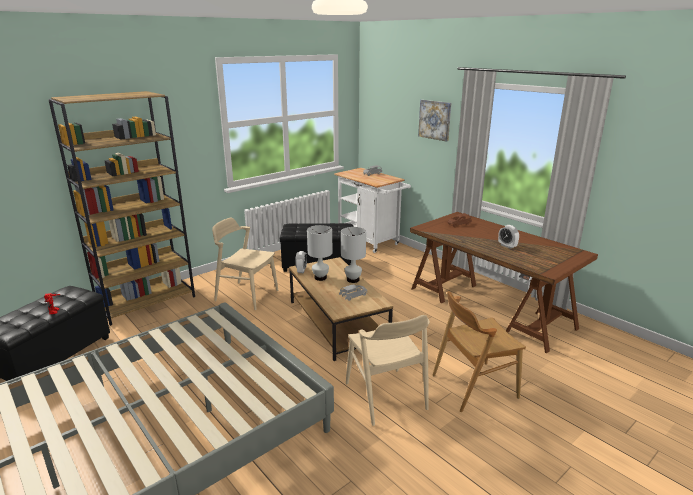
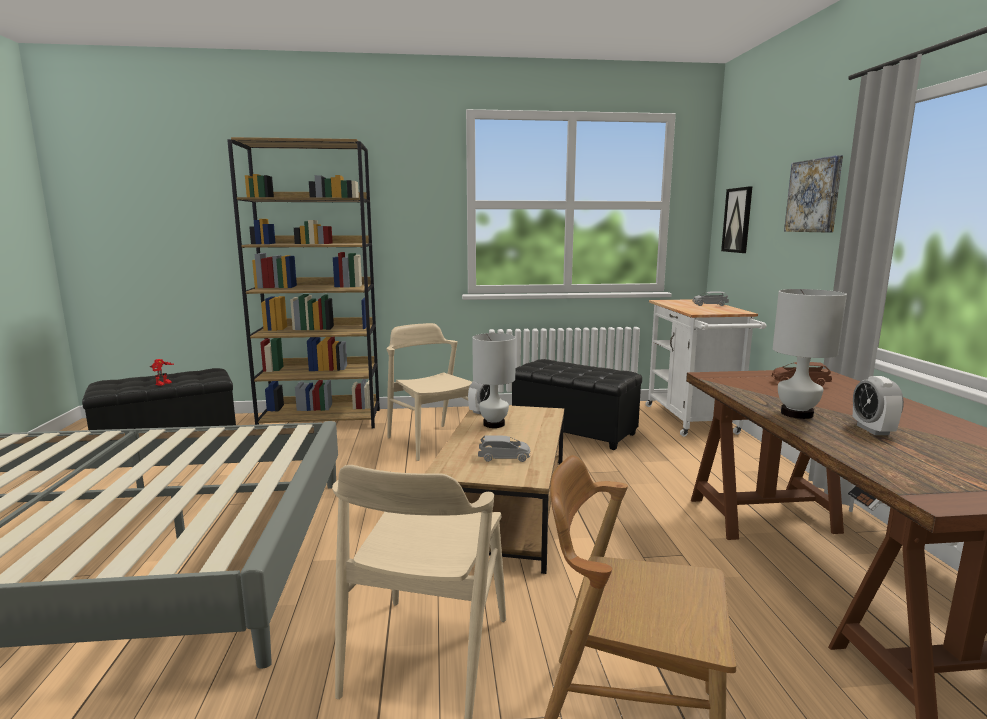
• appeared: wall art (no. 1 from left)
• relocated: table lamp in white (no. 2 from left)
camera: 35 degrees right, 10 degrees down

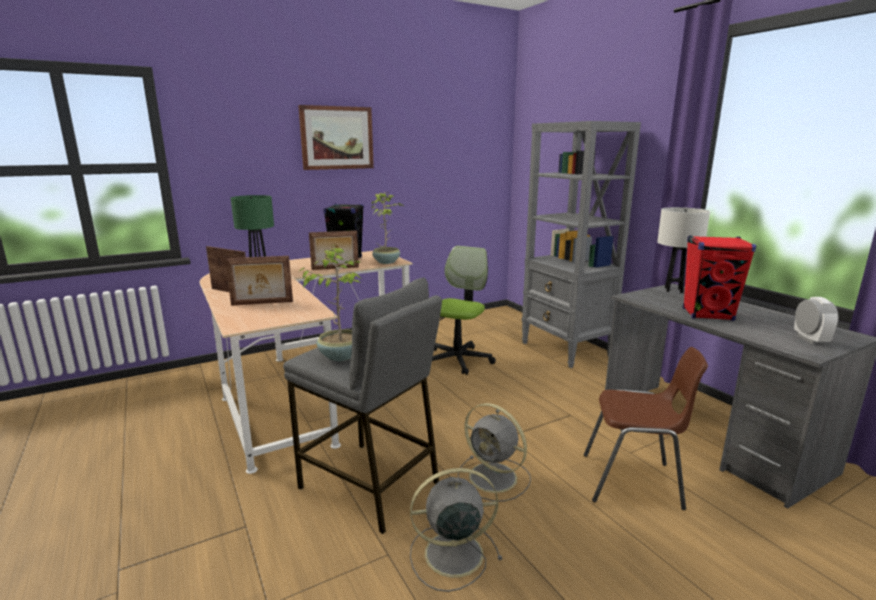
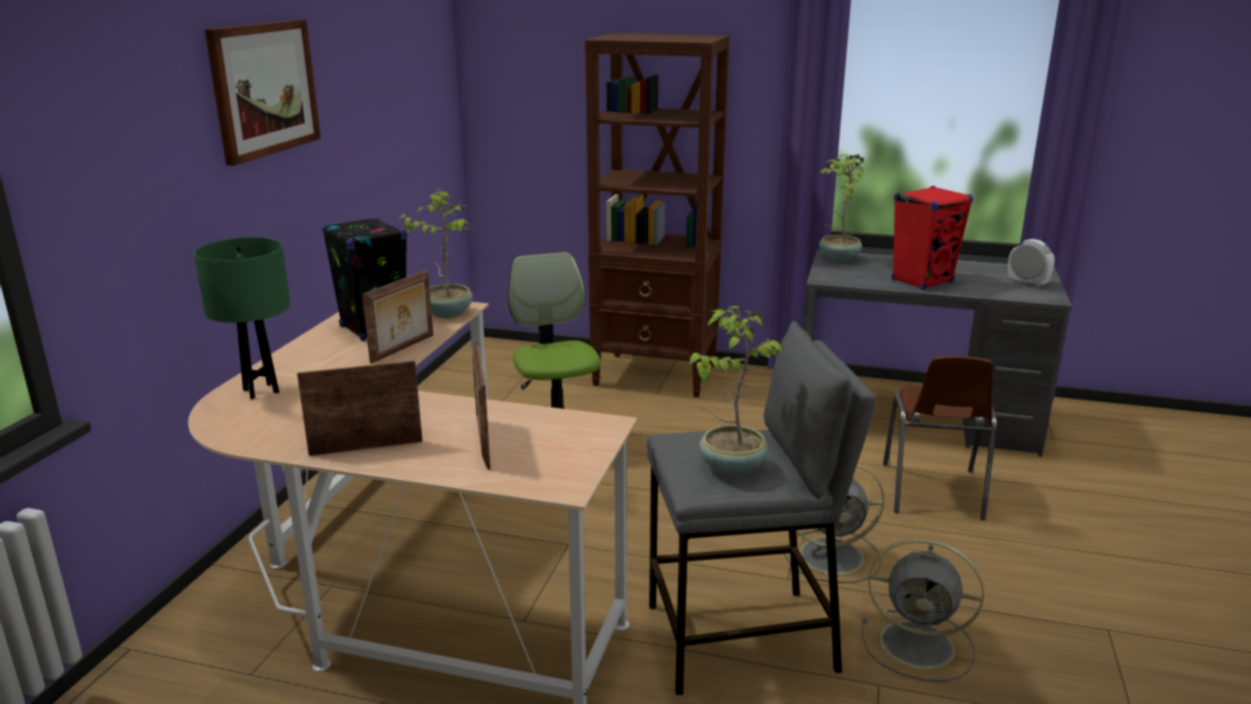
• spun: picture frame (no. 2 from left in the first image) 135 degrees clockwise
• colour: shelving unit in gray to shelving unit in brownish
• exchanged: table lamp in white to plant in a pot (no. 3 from left)
• spun: electric fan in gray (no. 1 from left in the first image) 105 degrees counterclockwise
• spun: plain chair in brownish 135 degrees clockwise
camera: 45 degrees left, 5 degrees up

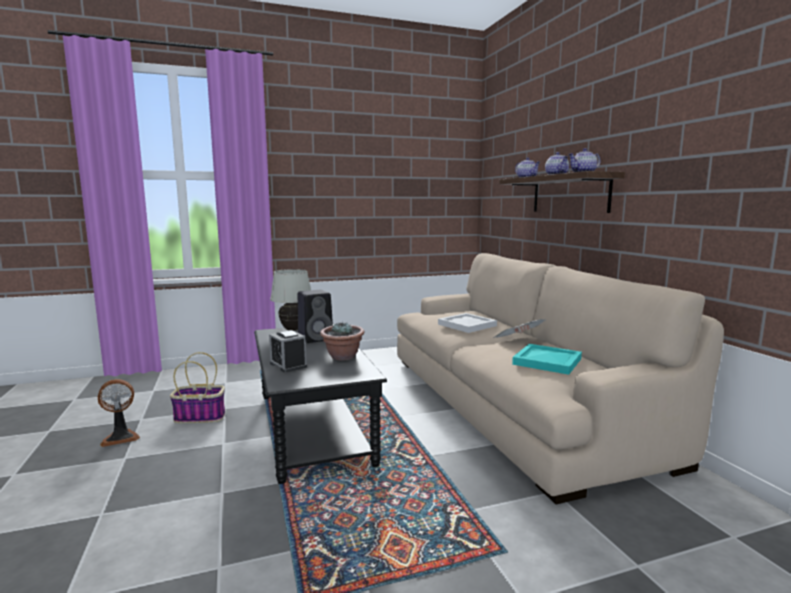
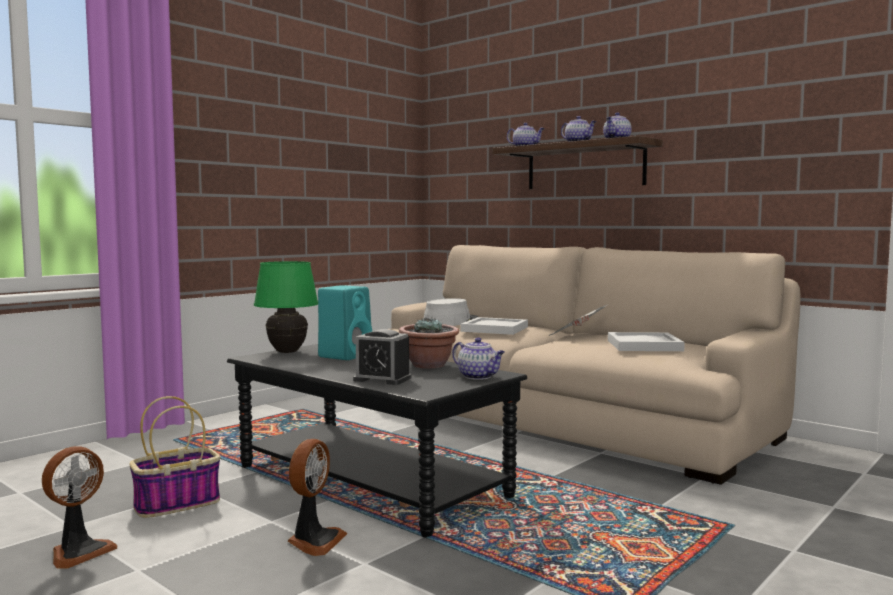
• colour: table lamp in white to table lamp in greenish
• appeared: electric fan (no. 2 from left)
• colour: loudspeaker in black-coloured to loudspeaker in blue-green
• appeared: wearable hat in gray
• appeared: tea pot (no. 1 from left)
• colour: carrying tray in blue-green to carrying tray in white (no. 2 from left)
camera: 30 degrees left, 5 degrees down

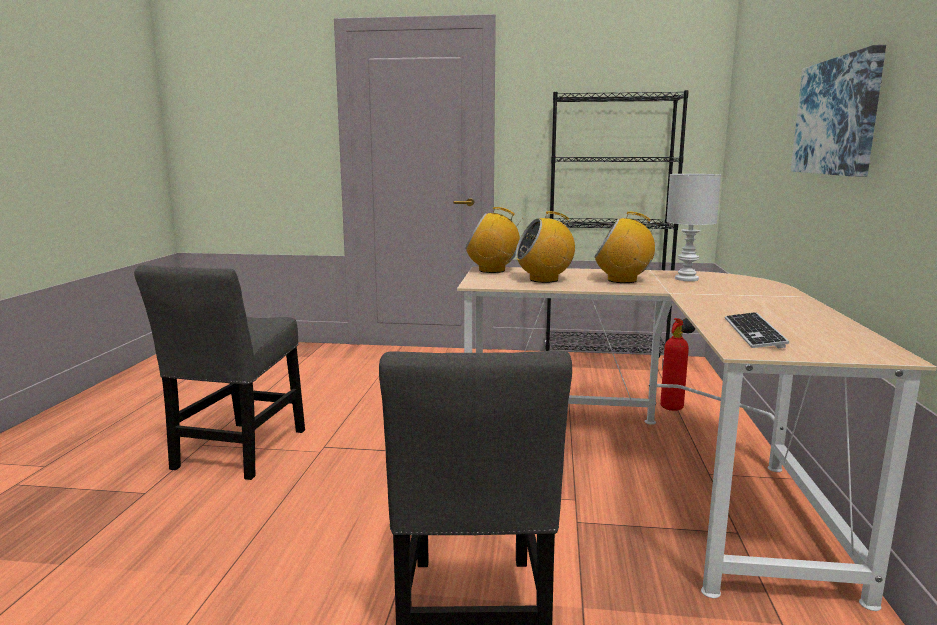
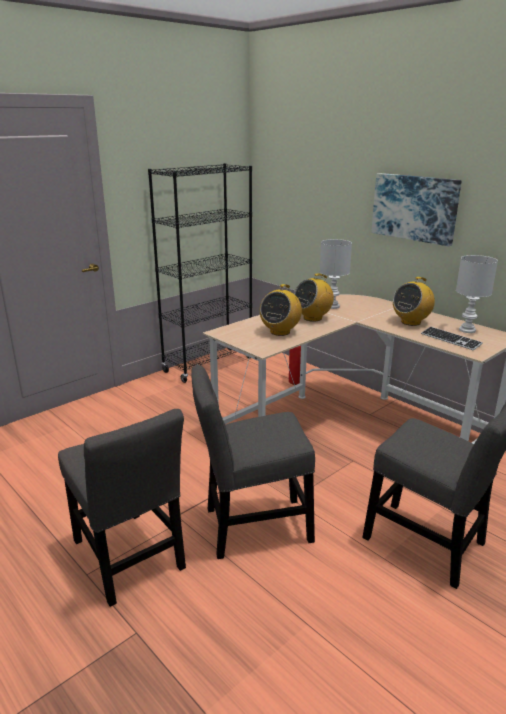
• appeared: plain chair in gray (no. 2 from left)
• relocated: radio set (no. 1 from left in the first image) to radio set (no. 3 from left)
• appeared: table lamp in white (no. 2 from left)
camera: 50 degrees left, 10 degrees up

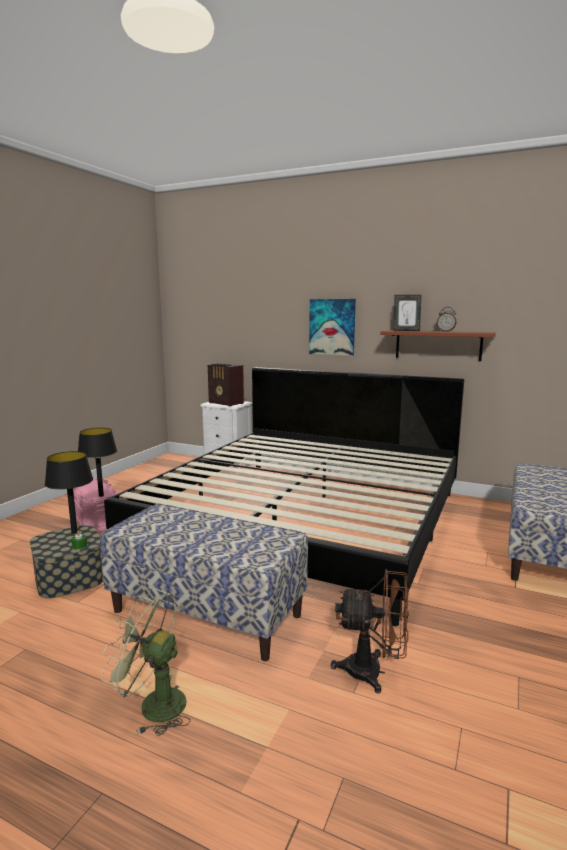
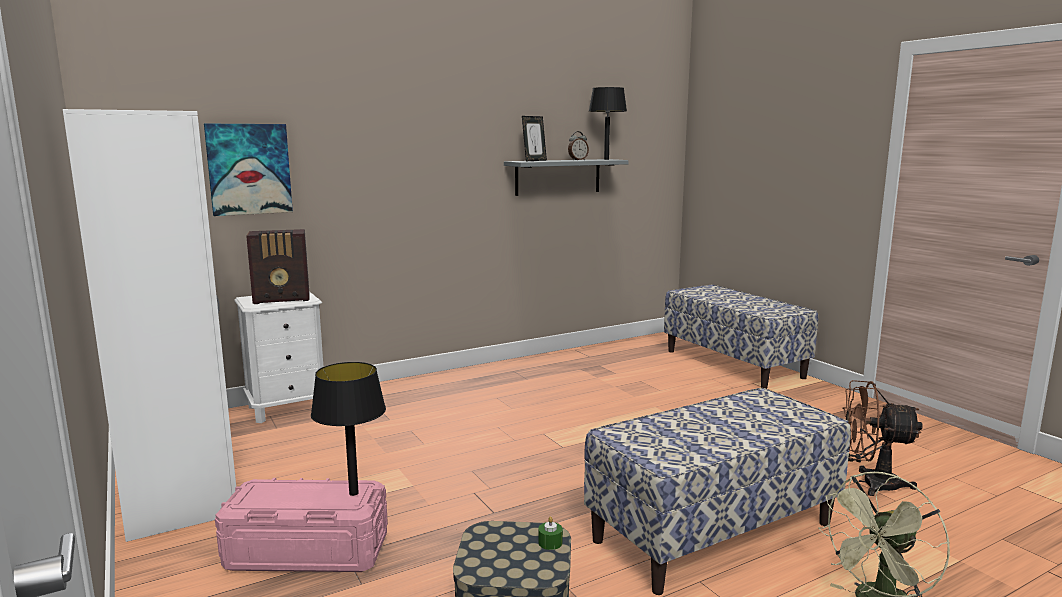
• appeared: wardrobe in white
• relocated: wall art
• colour: shelf in brownish to shelf in gray
• relocated: table lamp in black-coloured (no. 1 from left in the first image) to table lamp in black-coloured (no. 2 from left)
• spun: electric fan in brownish 120 degrees counterclockwise
• missing: bed
camera: 55 degrees left, 0 degrees up

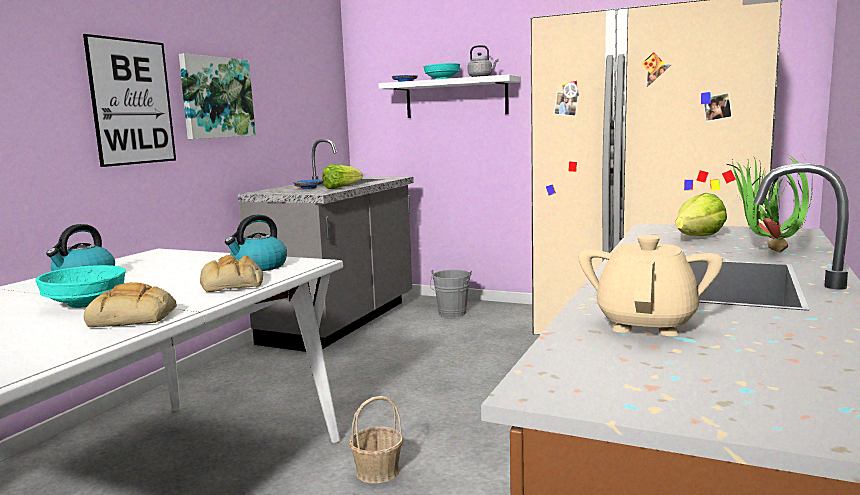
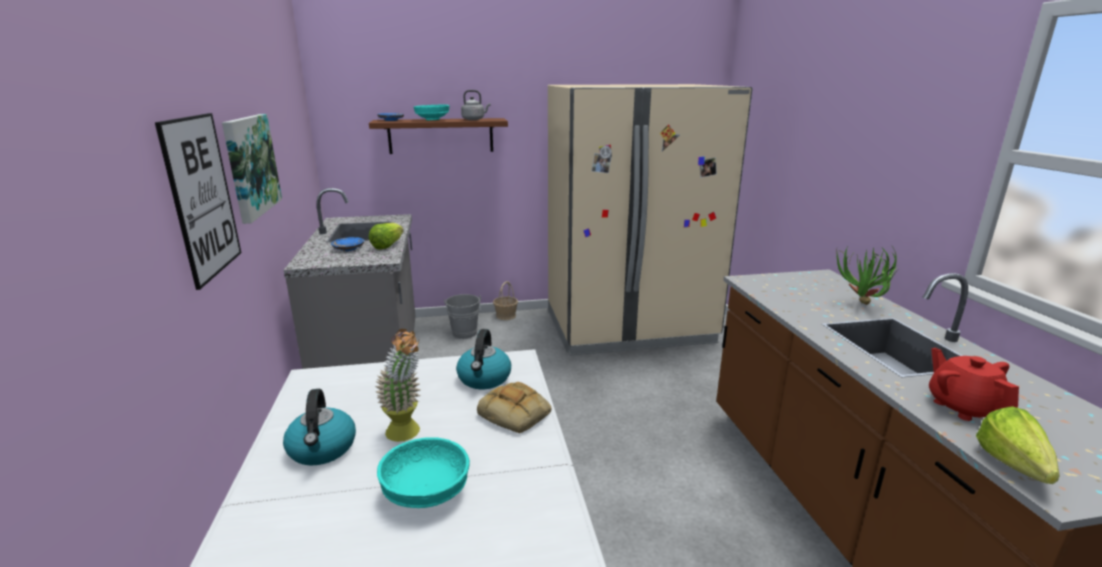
• colour: shelf in white to shelf in brownish
• appeared: plant in a pot (no. 1 from left)
• relocated: household basket
• colour: tea pot in sand-coloured to tea pot in reddish
• relocated: lettuce (no. 2 from left)
• missing: bread (no. 1 from left)
camera: 35 degrees left, 10 degrees up

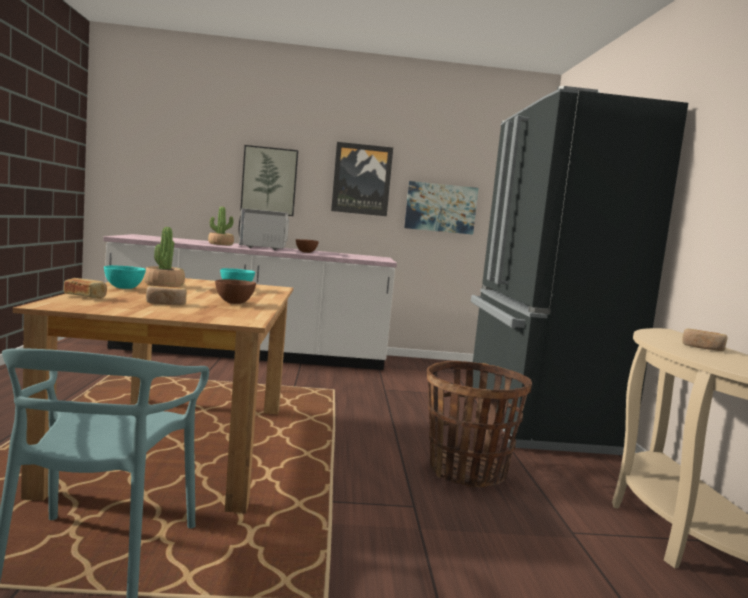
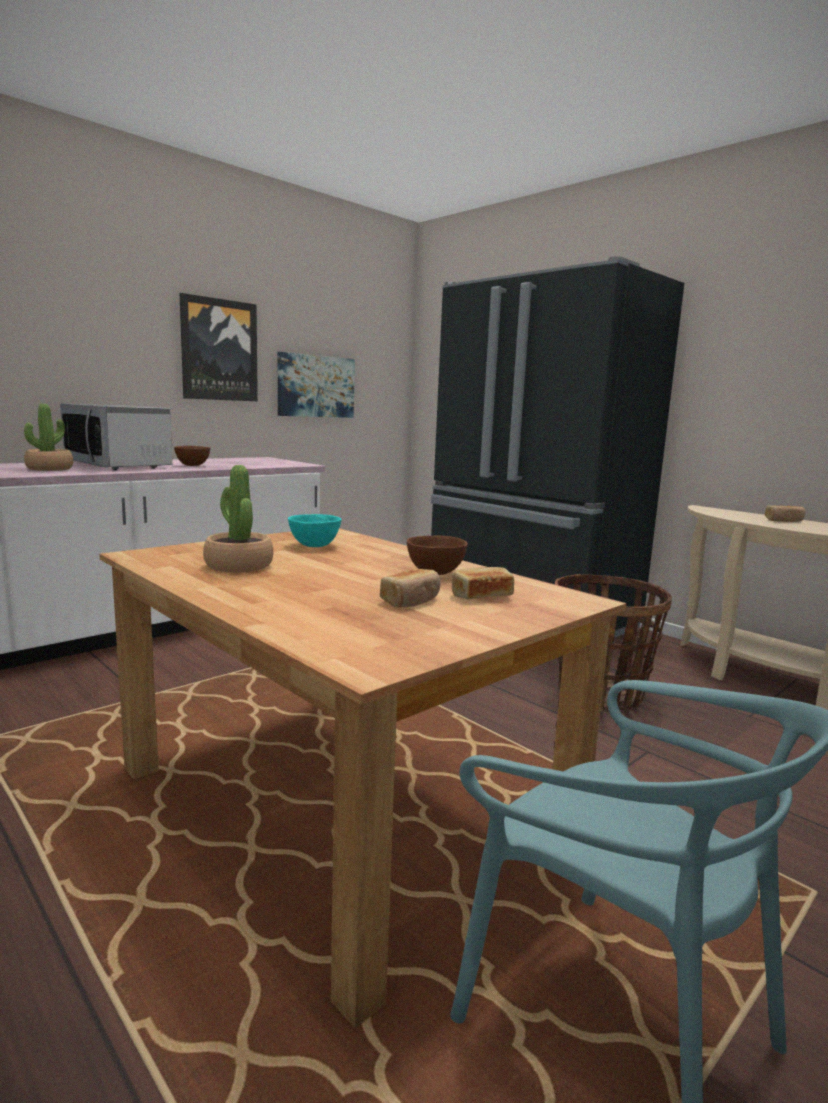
• relocated: bread (no. 1 from left in the first image) to bread (no. 2 from left)
• missing: serving bowl in blue-green (no. 1 from left)
• missing: wall art (no. 1 from left)
camera: 40 degrees left, 5 degrees up

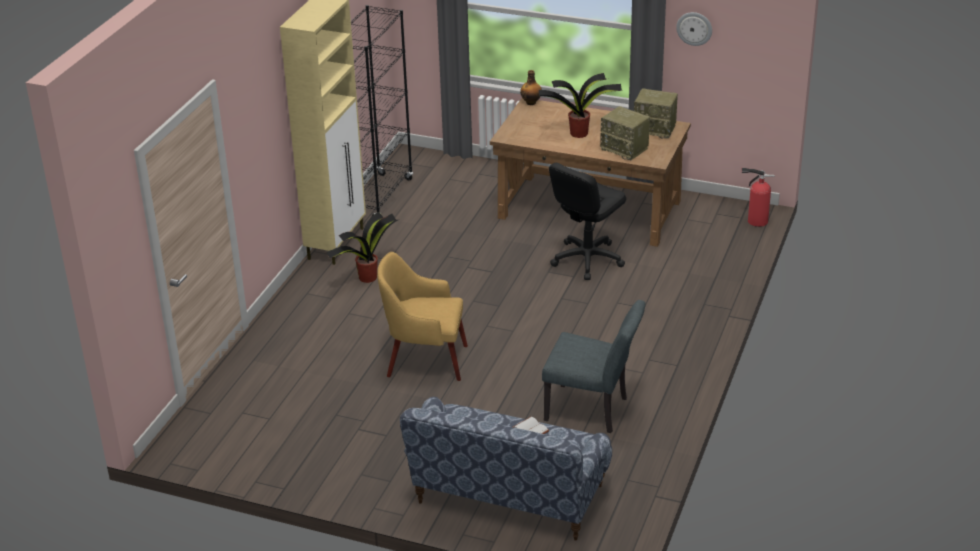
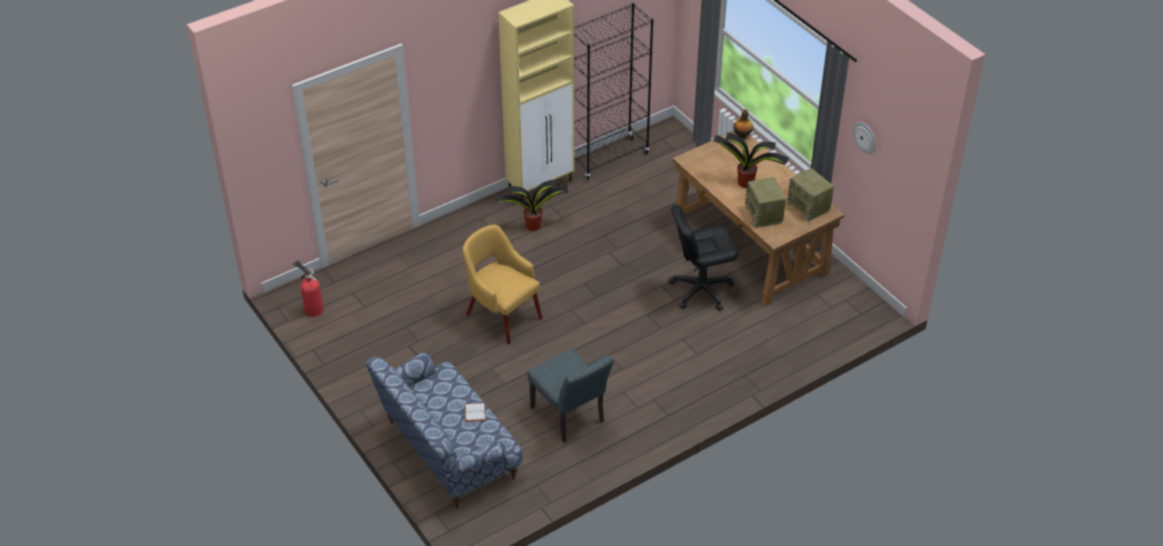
• relocated: fire-fighting cylinder
camera: 35 degrees right, 10 degrees up

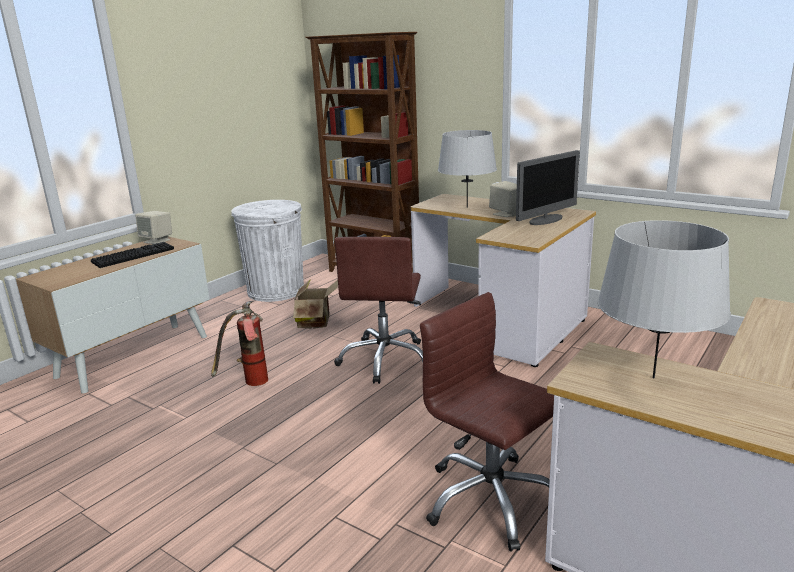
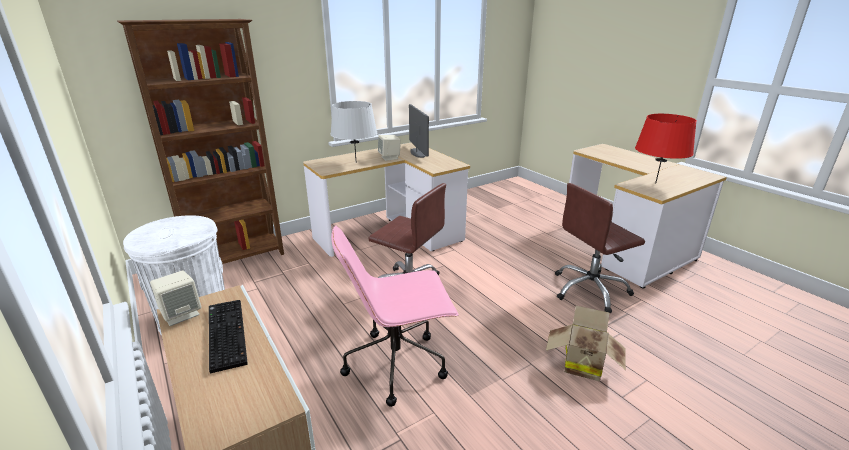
• exchanged: fire-fighting cylinder to office chair in pink-coloured
• relocated: cardboard box
• colour: table lamp in gray (no. 2 from left) to table lamp in reddish
camera: 70 degrees left, 5 degrees up

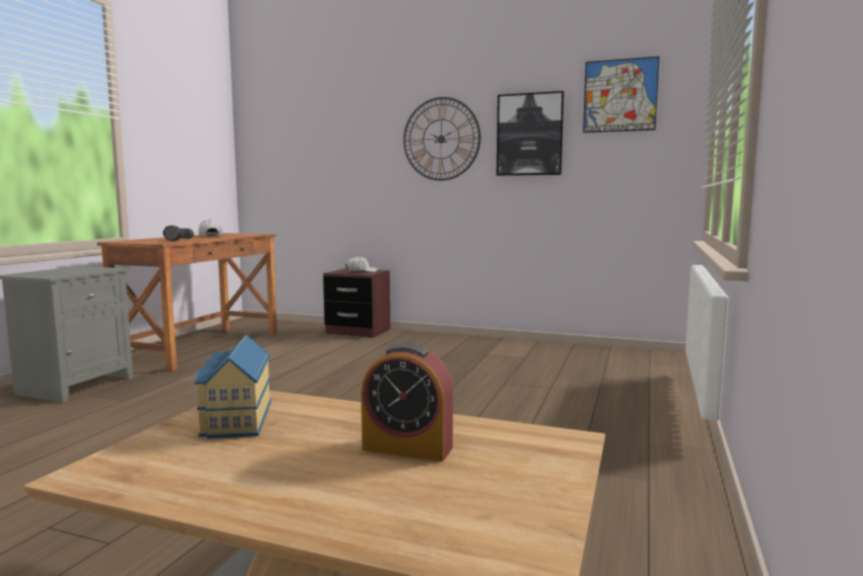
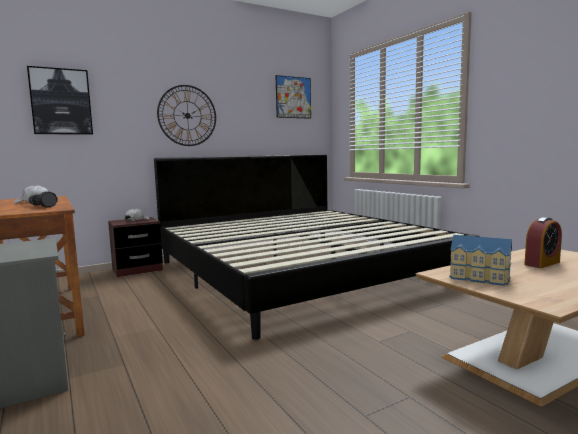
• relocated: wall art (no. 1 from left)
• appeared: bed
camera: 50 degrees left, 0 degrees up

